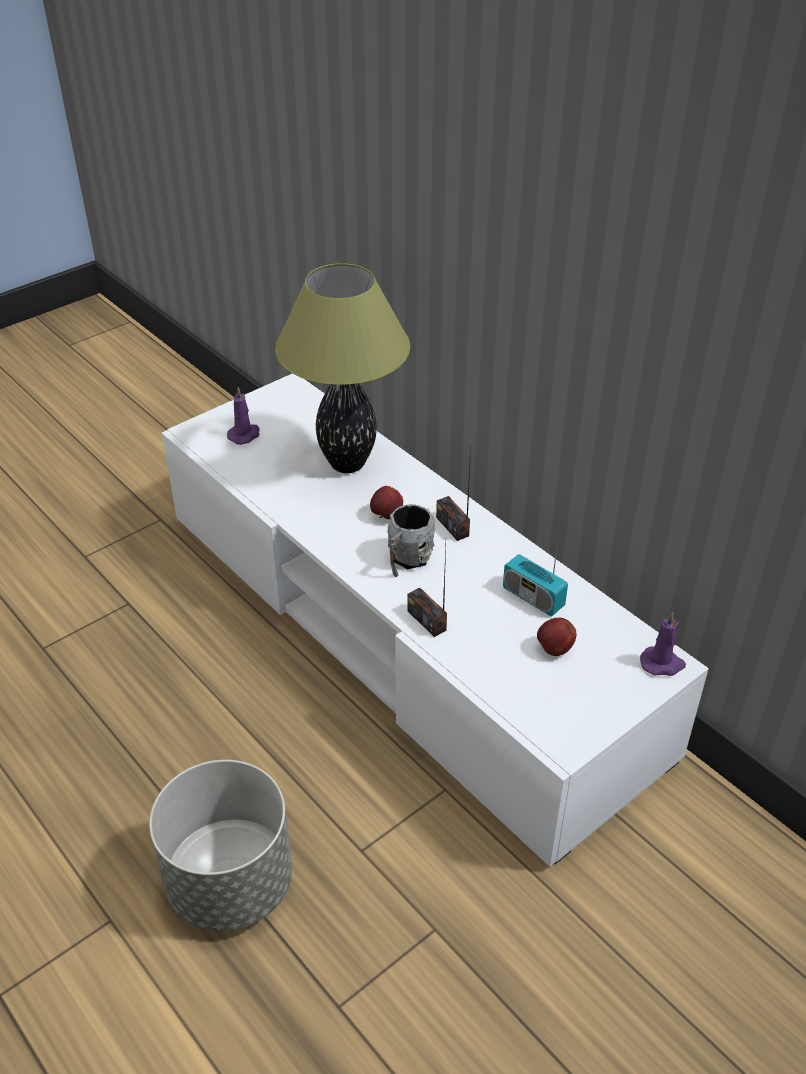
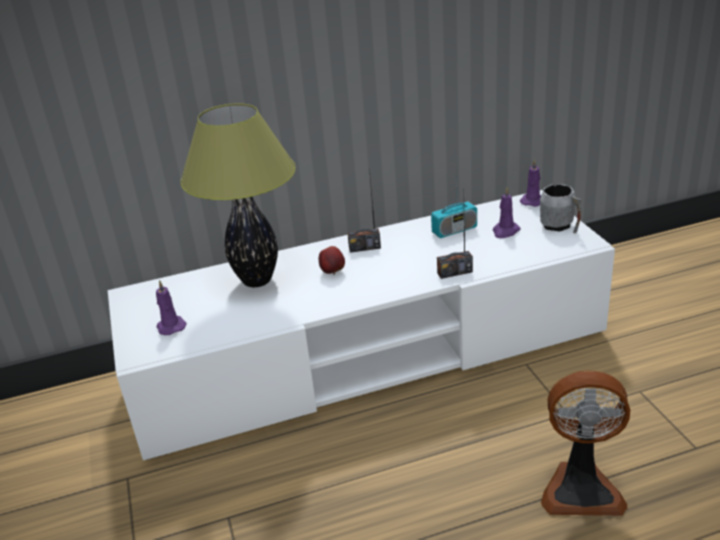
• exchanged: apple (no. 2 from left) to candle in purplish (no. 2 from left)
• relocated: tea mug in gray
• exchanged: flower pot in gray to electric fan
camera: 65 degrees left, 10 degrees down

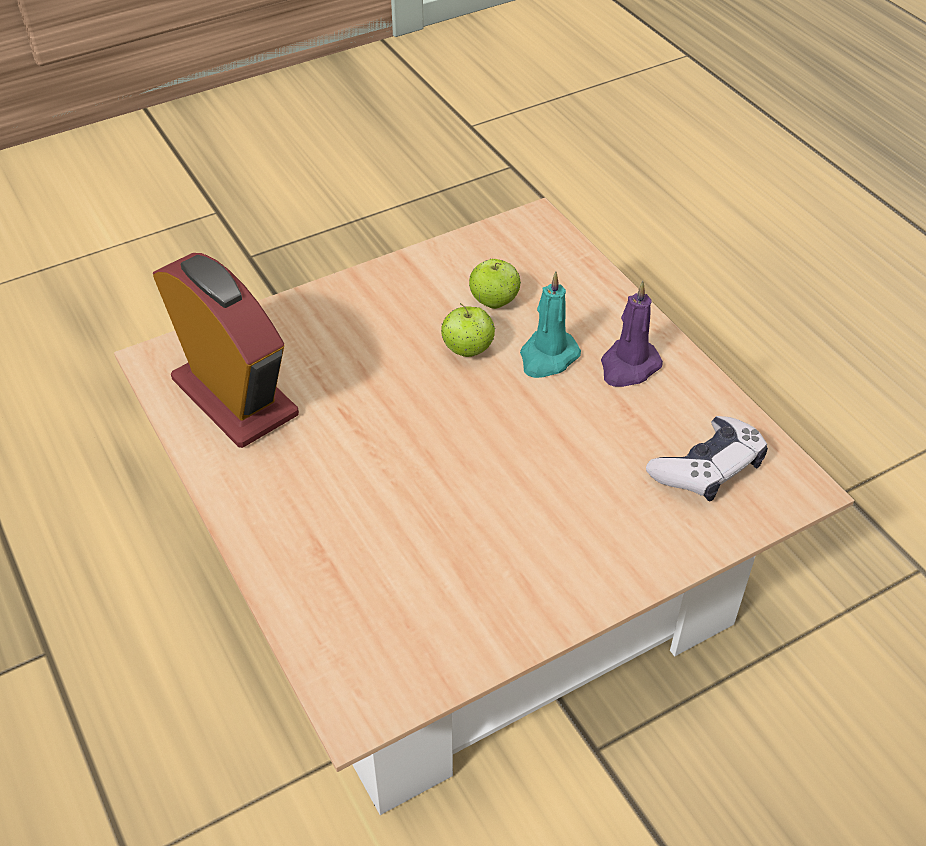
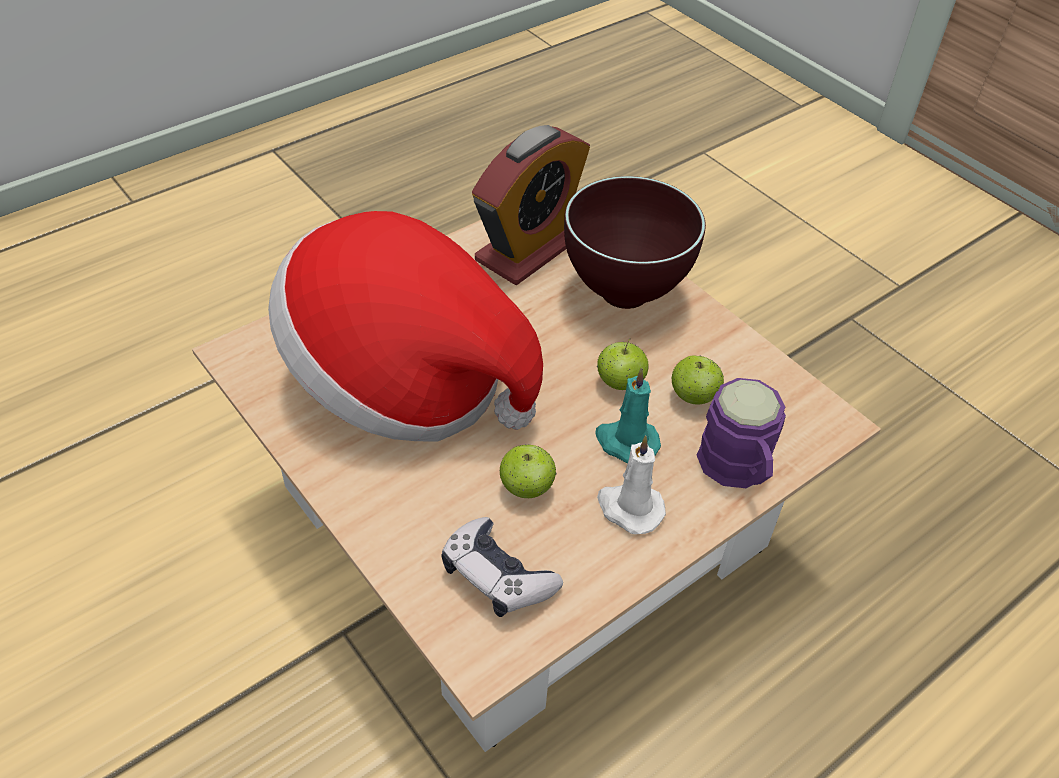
• appeared: wearable hat
• appeared: apple (no. 1 from left)
• appeared: serving bowl in brownish
• colour: candle in purplish to candle in white
• appeared: tea mug in purplish
camera: 80 degrees right, 0 degrees up

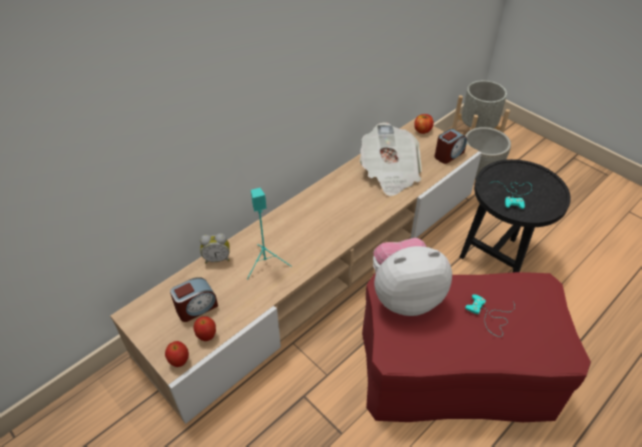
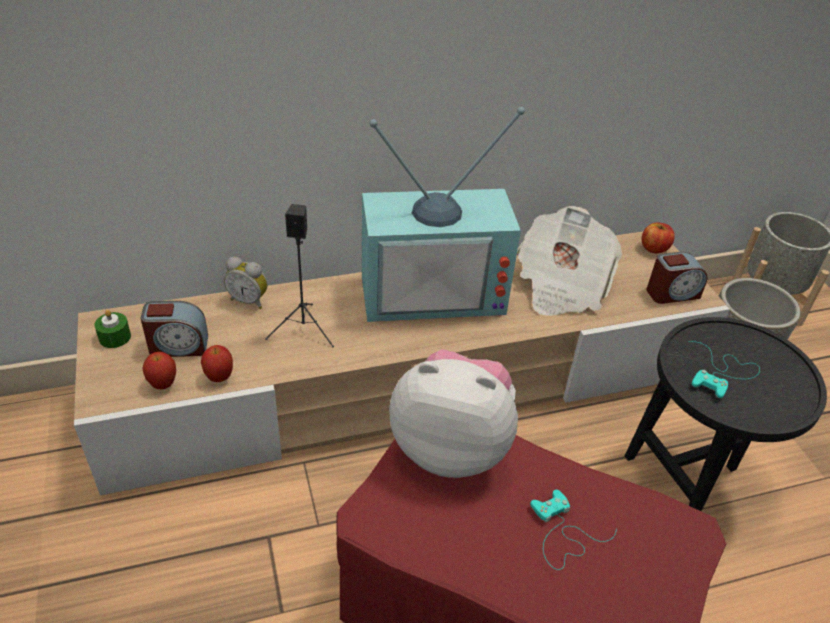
• appeared: candle in greenish
• relocated: apple (no. 1 from left in the first image) to apple (no. 2 from left)
• colour: loudspeaker in blue-green to loudspeaker in black-coloured
• appeared: television
camera: 25 degrees right, 5 degrees down

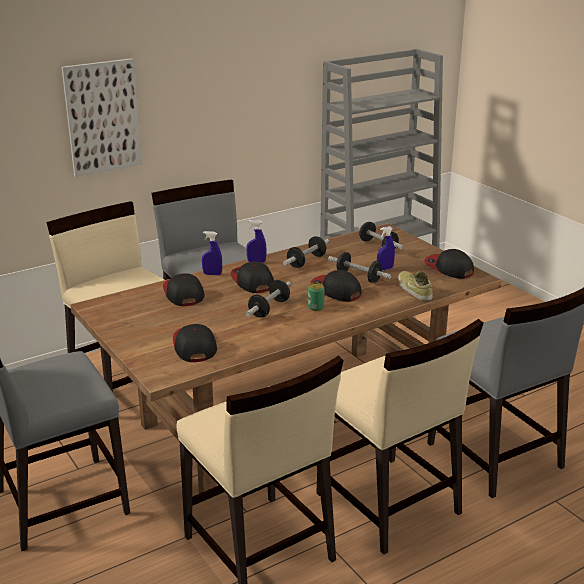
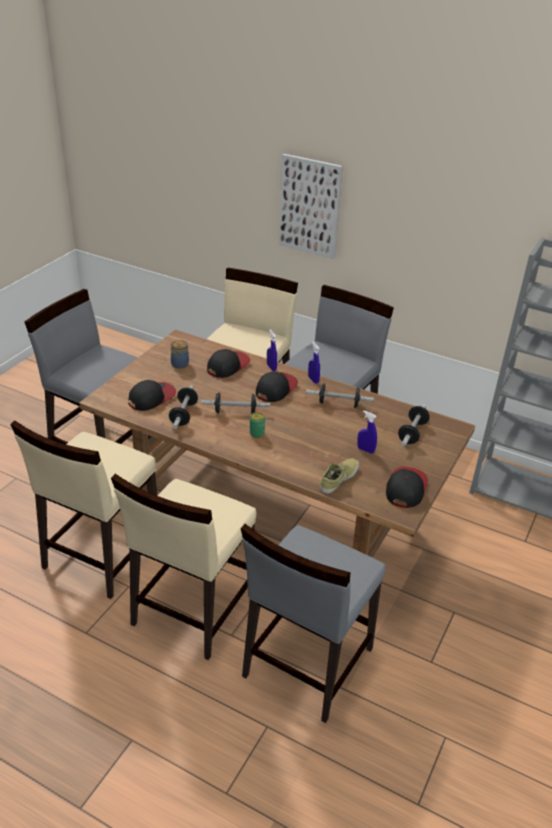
• relocated: hand weight (no. 3 from left in the first image) to hand weight (no. 1 from left)
• appeared: storage jar
• missing: cap (no. 4 from left)
camera: 60 degrees right, 10 degrees up

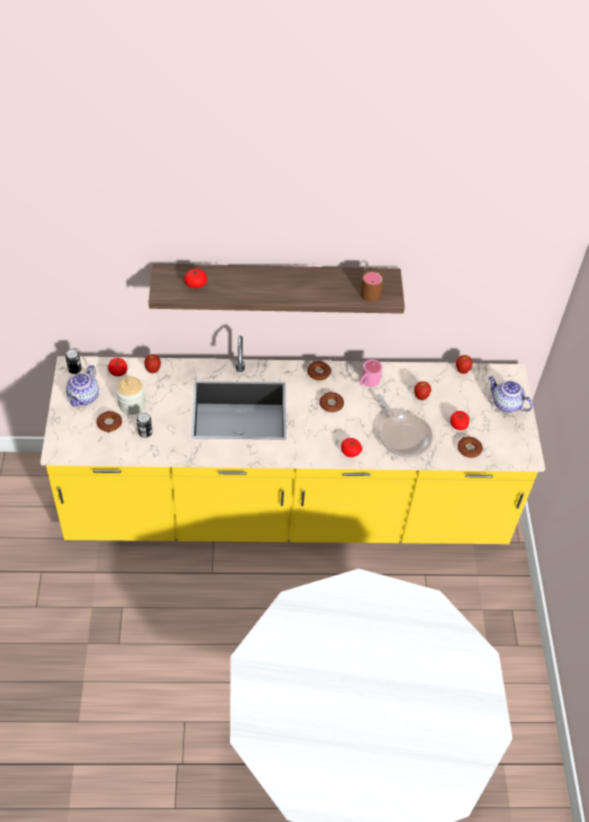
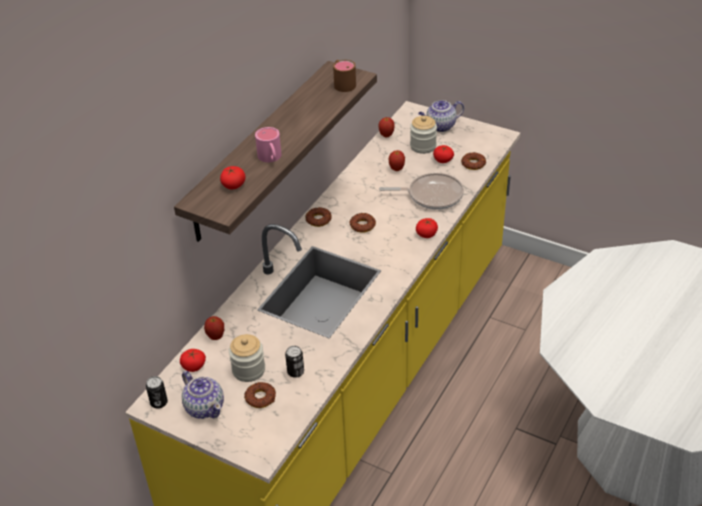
• relocated: tea mug in pink-coloured
• appeared: storage jar (no. 2 from left)
camera: 55 degrees left, 10 degrees down

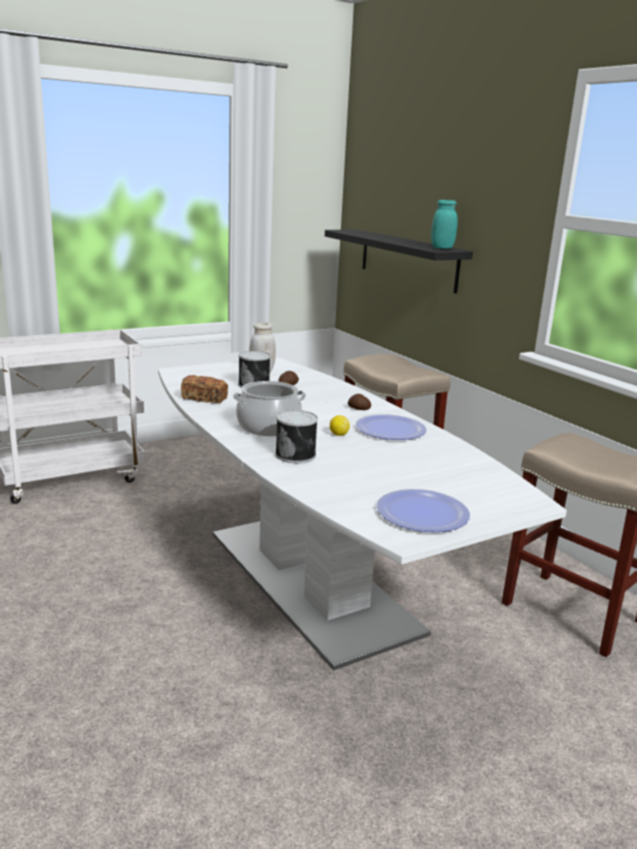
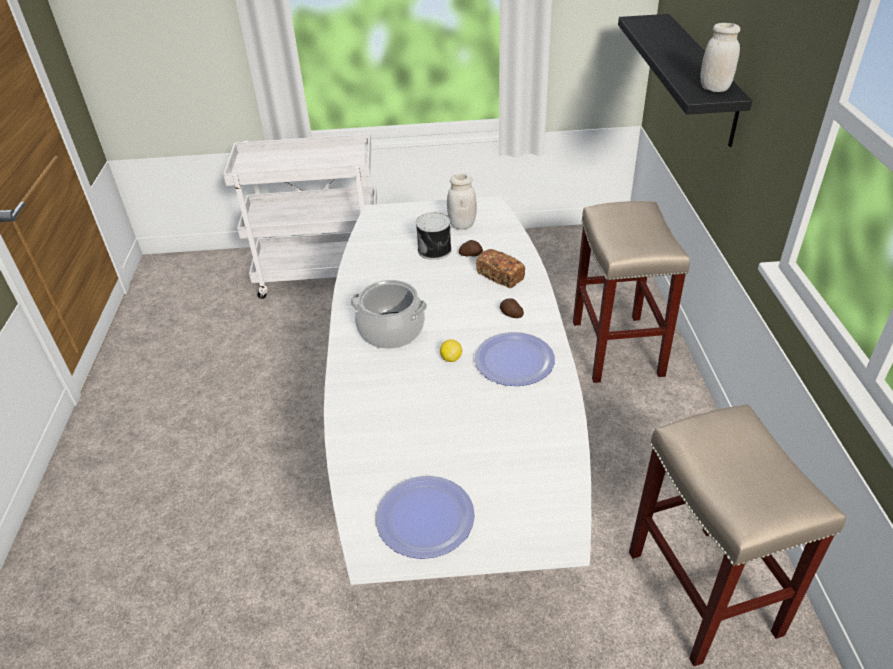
• relocated: bread
• colour: storage jar in blue-green to storage jar in white (no. 2 from left)
• missing: metal can (no. 2 from left)
camera: 30 degrees right, 20 degrees up

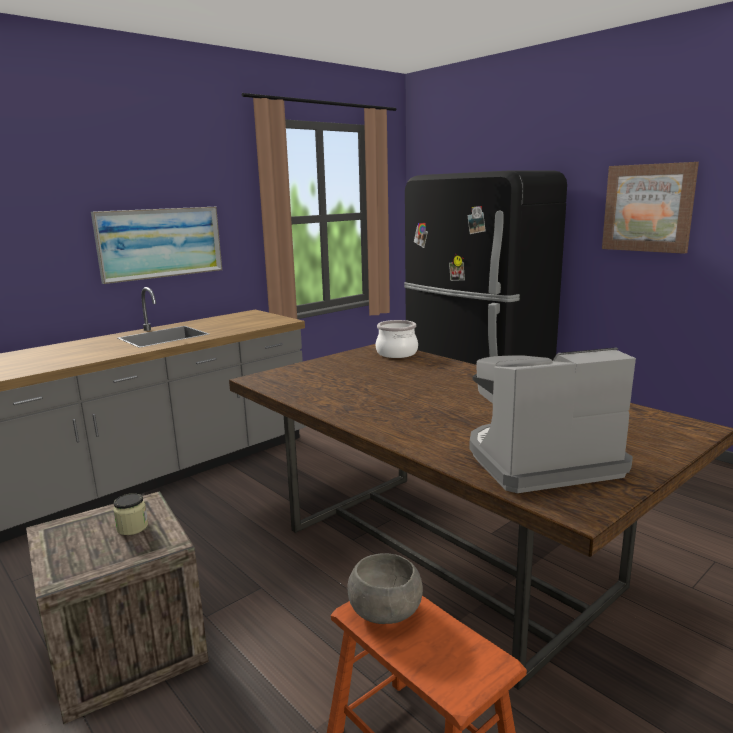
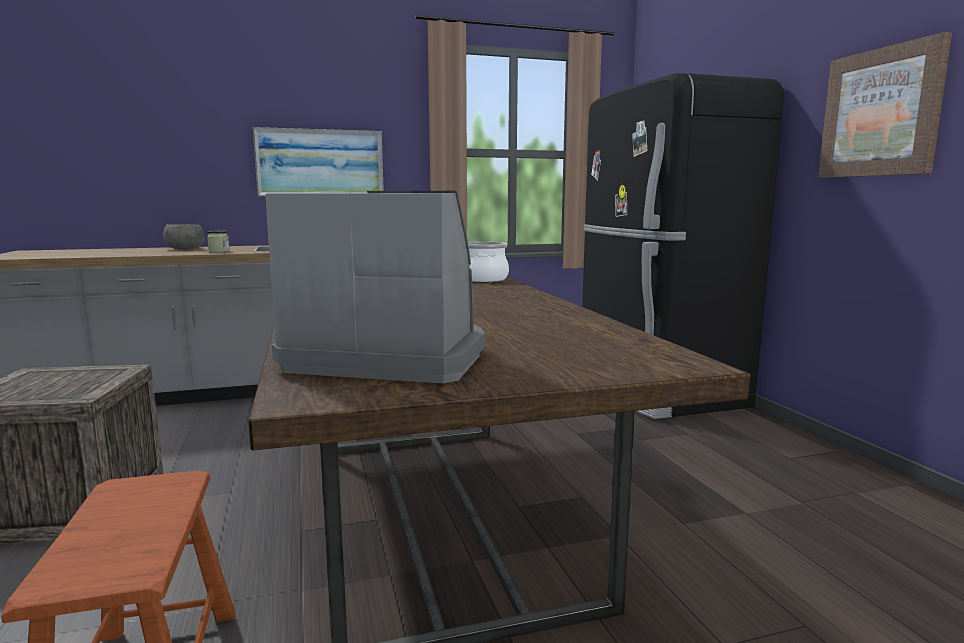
• relocated: serving bowl in gray
• relocated: storage jar
camera: 25 degrees right, 5 degrees down

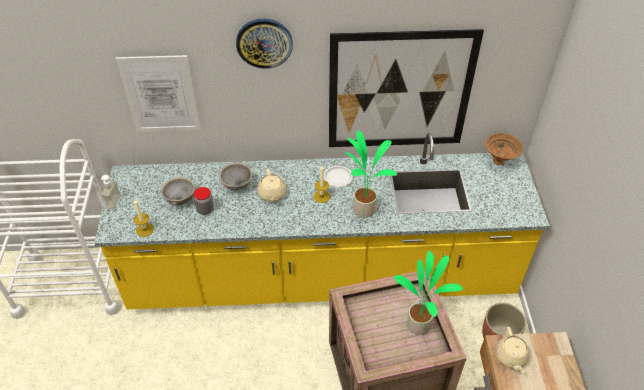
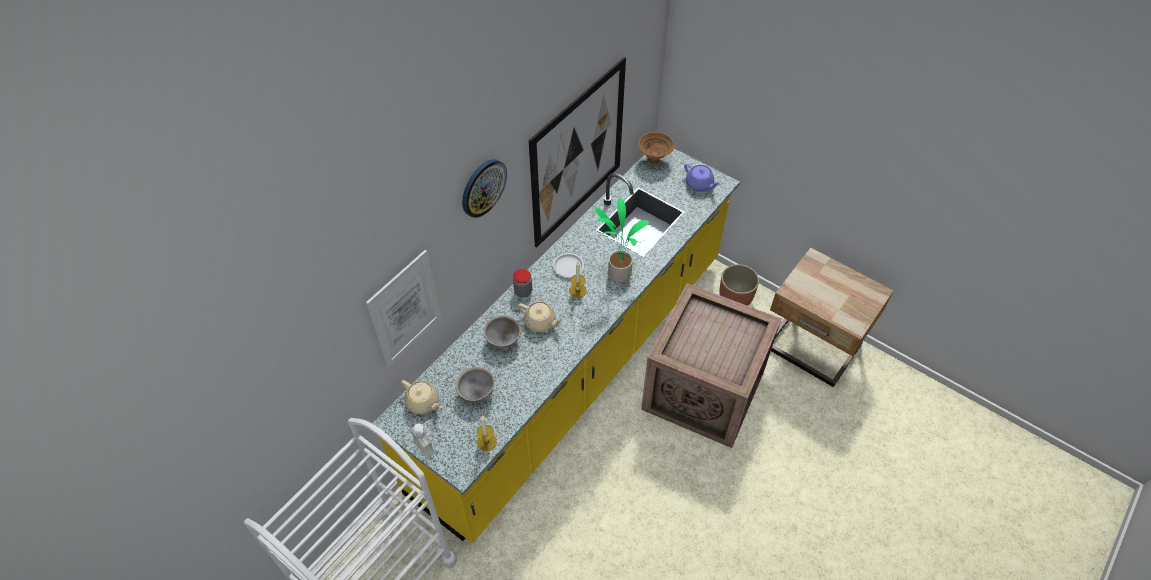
• relocated: tea pot in sand-coloured (no. 2 from left in the first image) to tea pot in sand-coloured (no. 1 from left)
• relocated: storage jar
• appeared: tea pot in purplish
• missing: plant in a pot (no. 2 from left)
camera: 50 degrees left, 5 degrees up

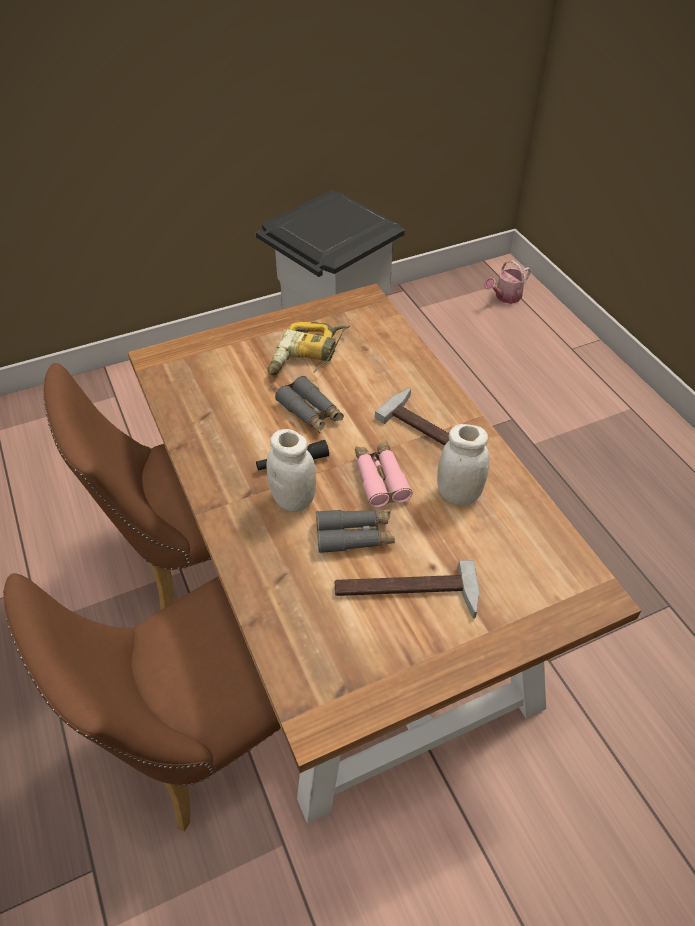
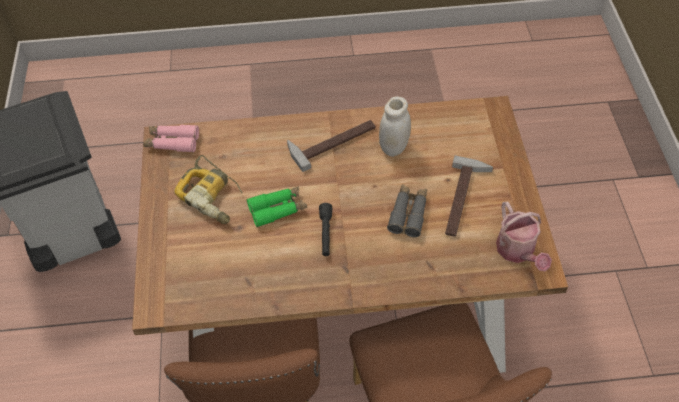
• relocated: pair of binoculars in pink-coloured
• colour: pair of binoculars in gray (no. 1 from left) to pair of binoculars in greenish
• relocated: watering can
• missing: storage jar in white (no. 1 from left)
camera: 70 degrees left, 5 degrees up

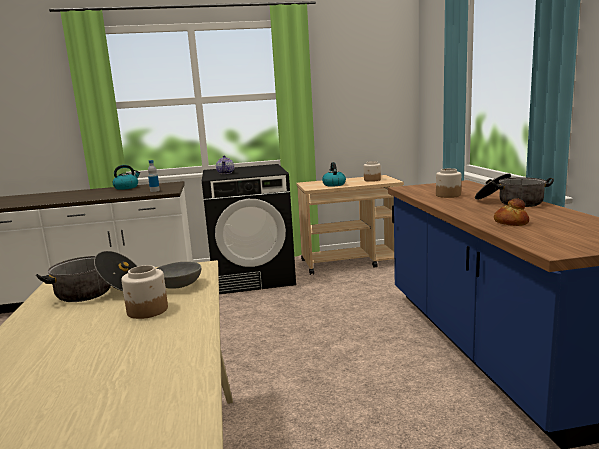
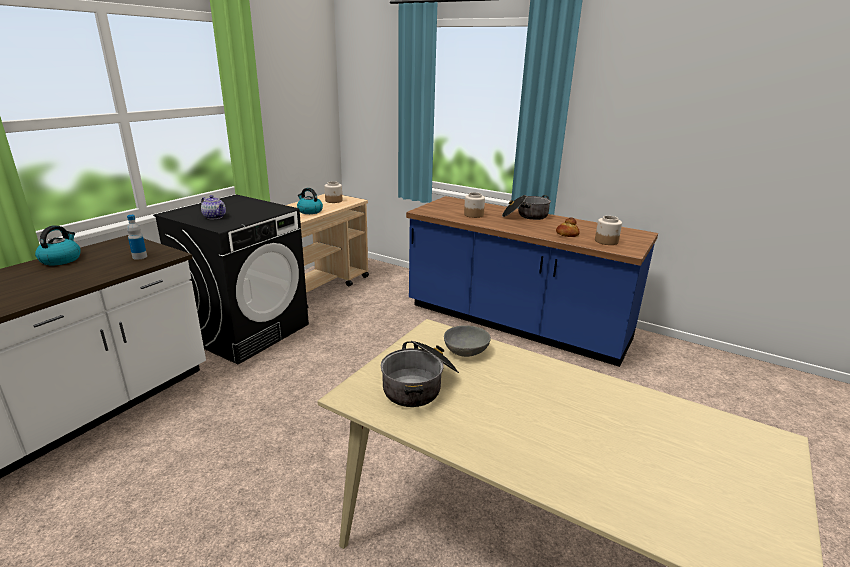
• relocated: storage jar (no. 1 from left in the first image) to storage jar (no. 3 from left)
camera: 50 degrees left, 10 degrees up

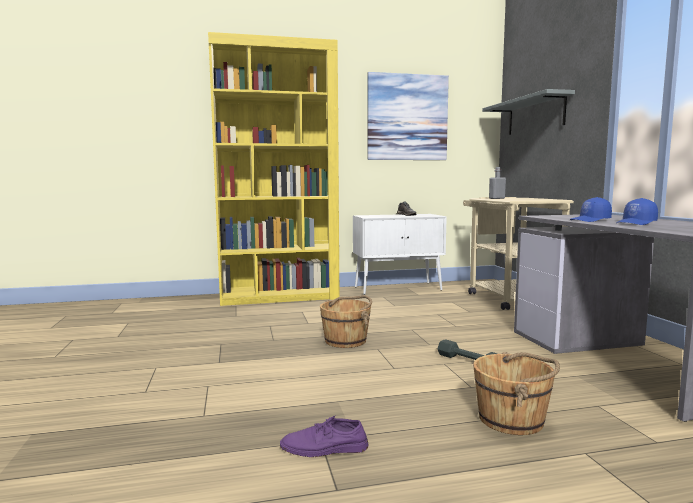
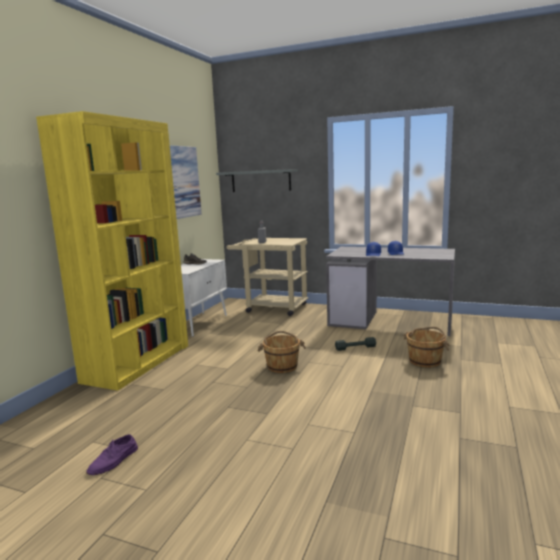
• relocated: item of footwear in purplish
camera: 55 degrees left, 5 degrees up

